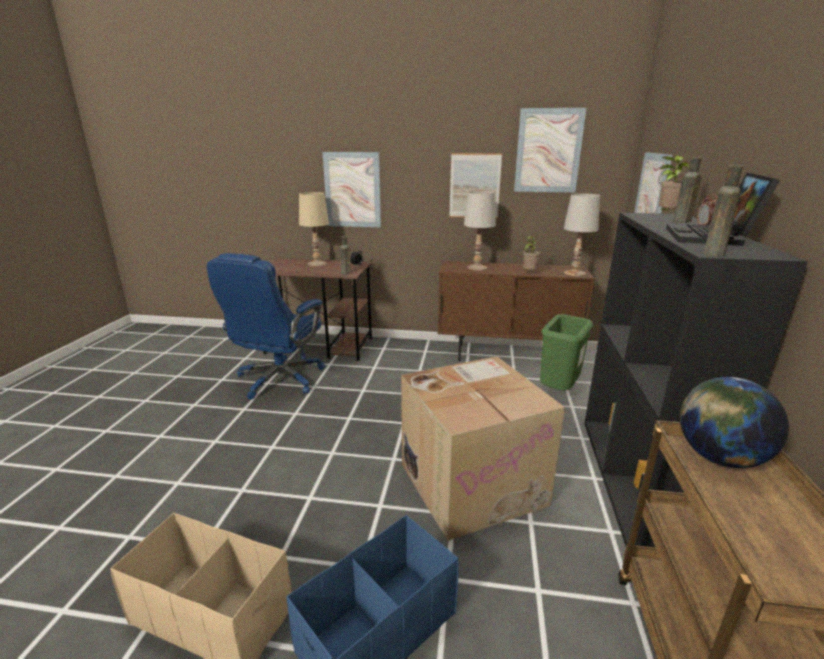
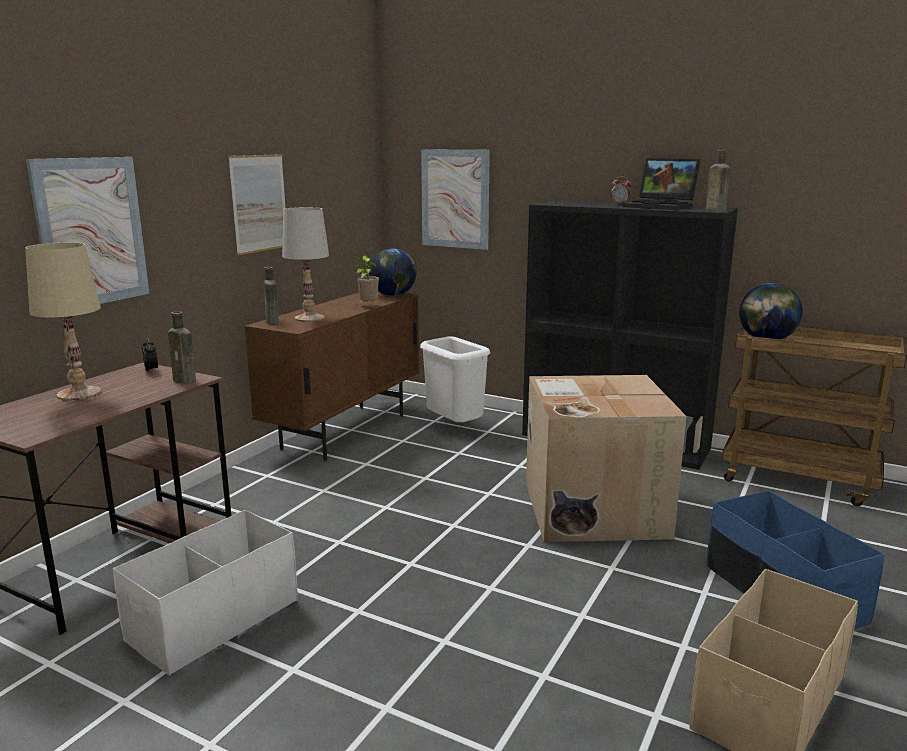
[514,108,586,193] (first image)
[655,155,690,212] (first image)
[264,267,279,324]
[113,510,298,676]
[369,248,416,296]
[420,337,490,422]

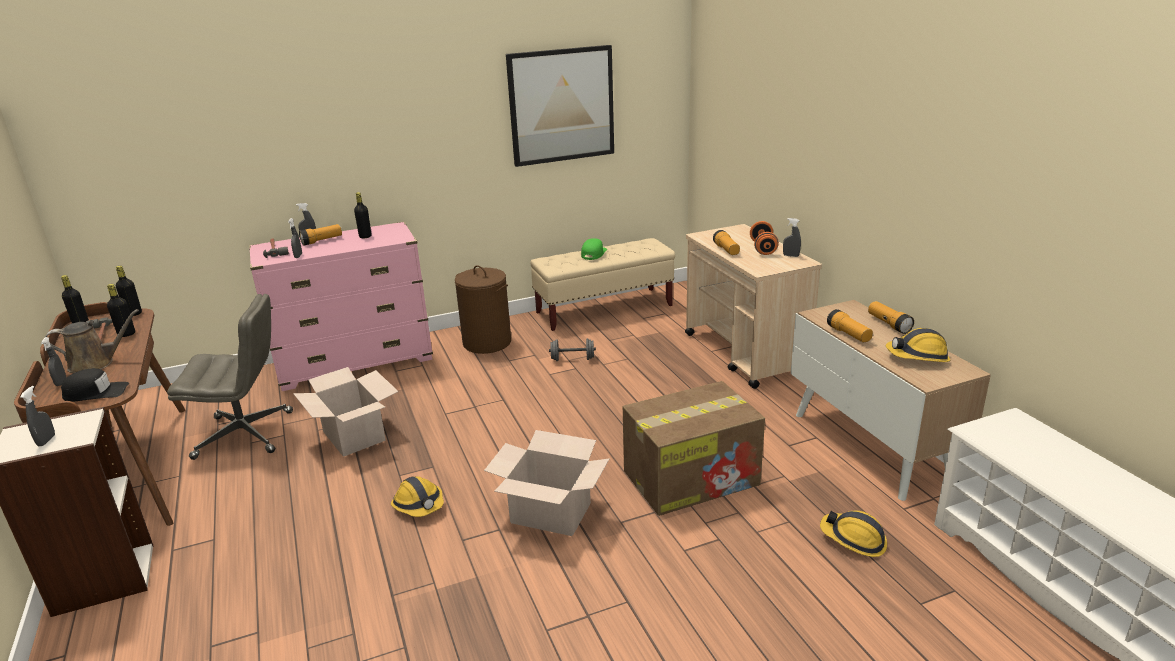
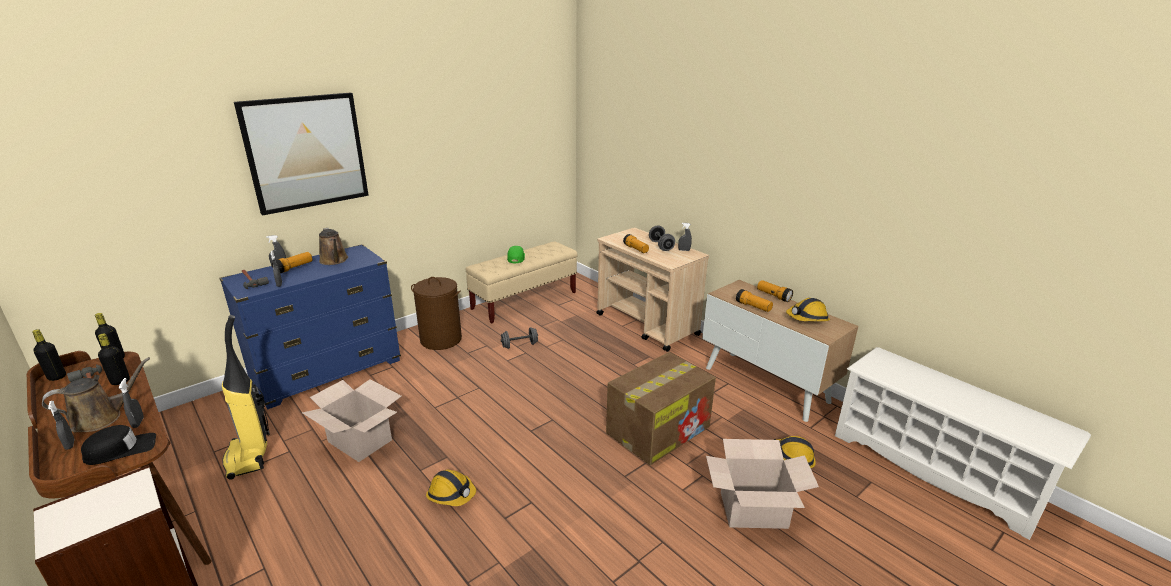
[119,378,144,428]
[706,439,819,529]
[234,93,369,216]
[222,315,270,480]
[319,228,348,265]
[220,244,401,409]
[649,225,675,251]

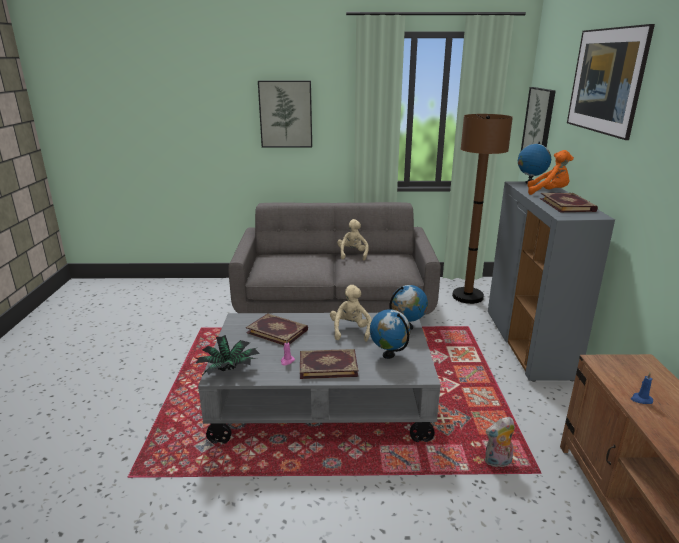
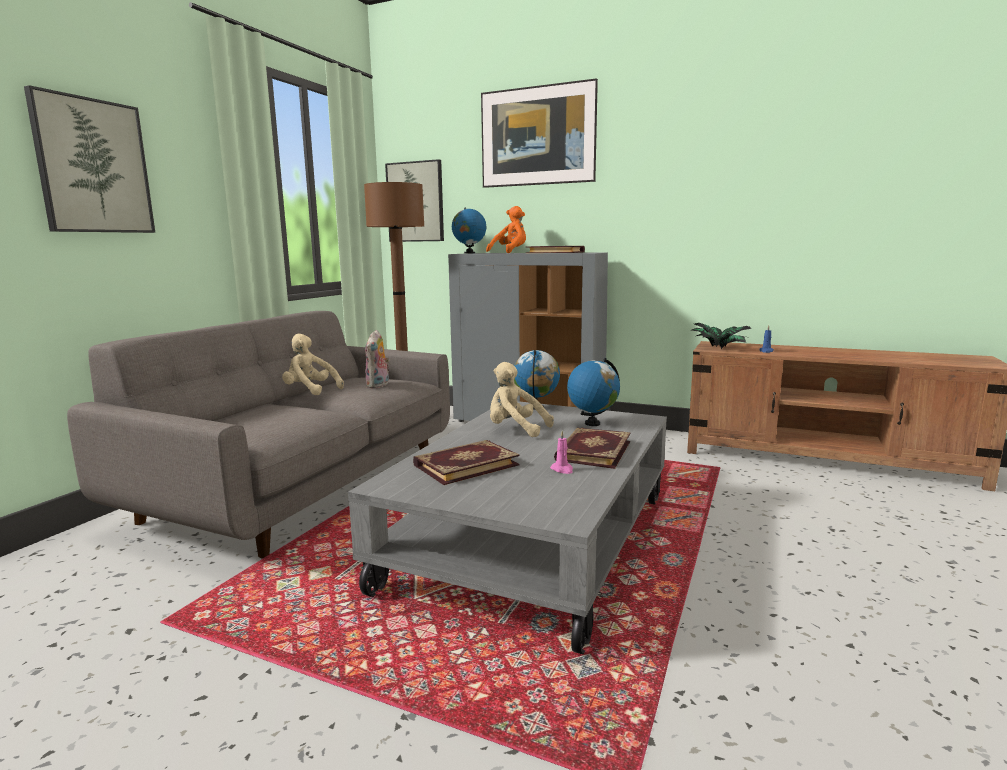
[691,323,752,349]
[365,330,390,389]

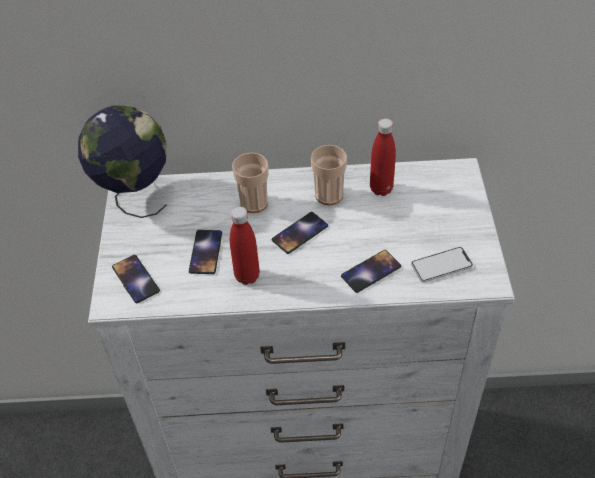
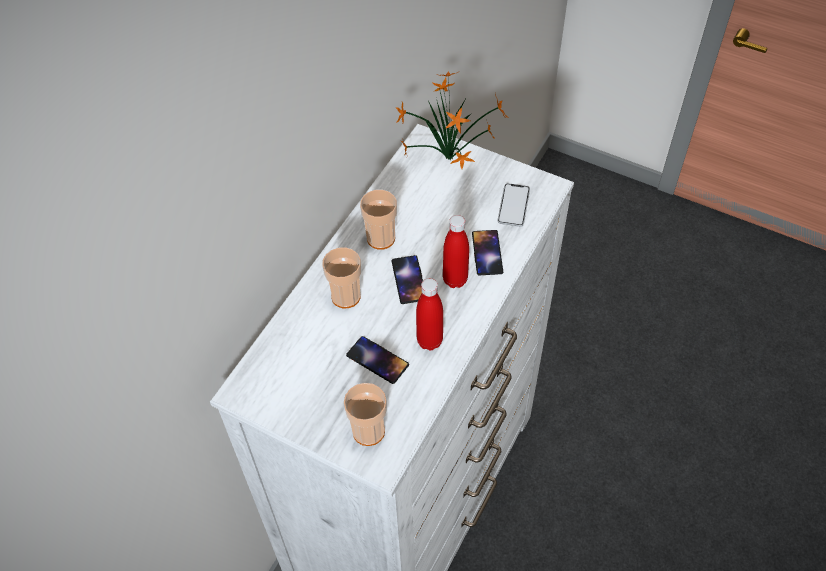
[78,105,167,218] (first image)
[395,71,509,169]
[443,215,469,288]
[344,383,387,446]

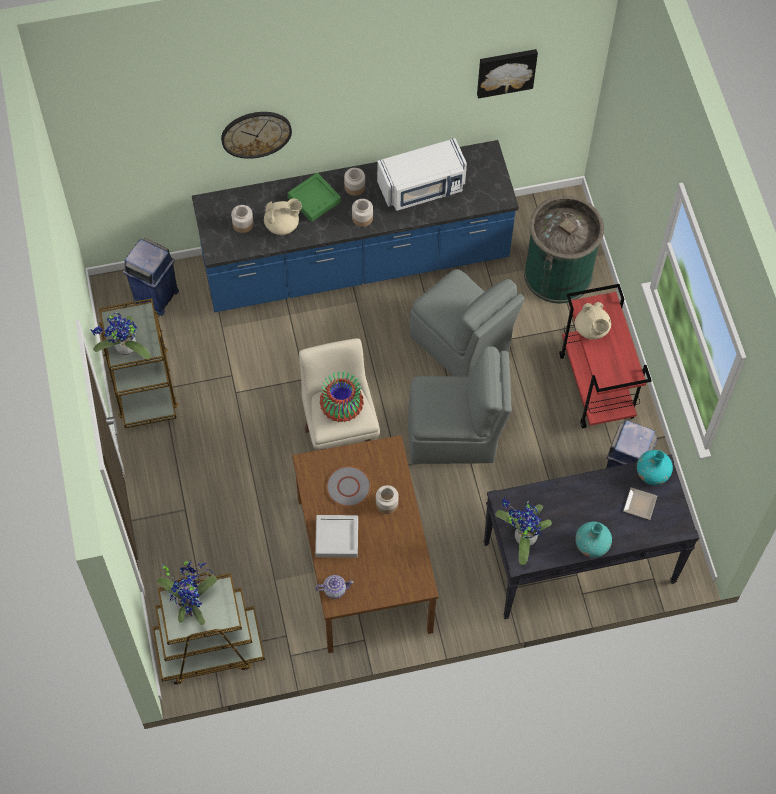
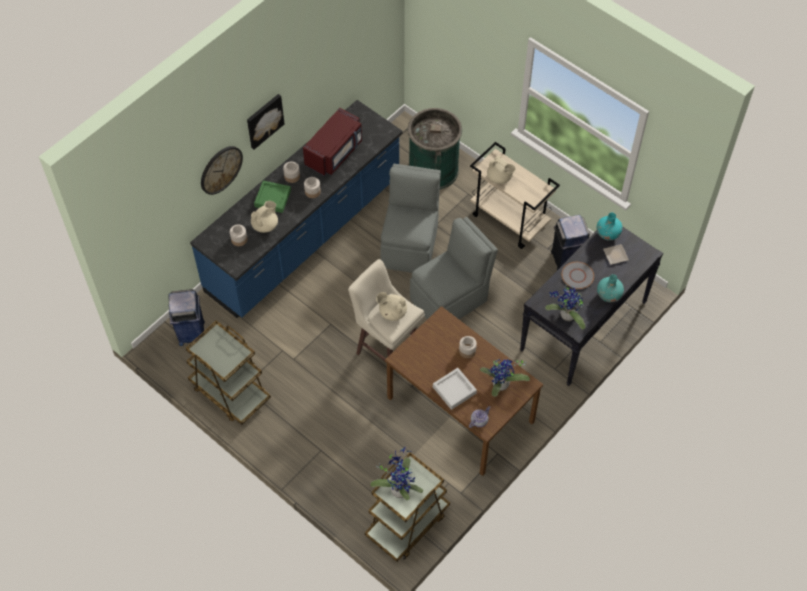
[480,359,530,397]
[562,262,594,289]
[247,94,284,149]
[376,292,407,321]
[303,108,362,176]
[470,142,560,249]
[380,164,441,273]

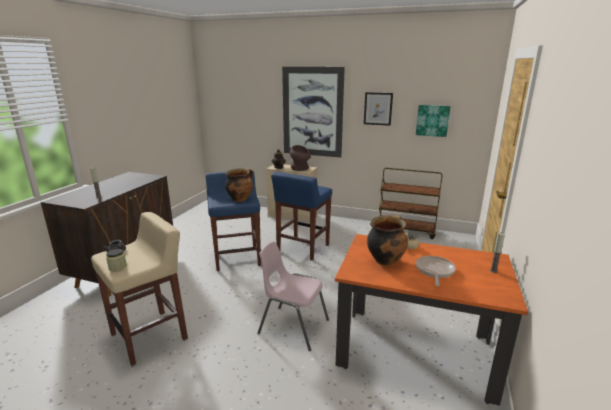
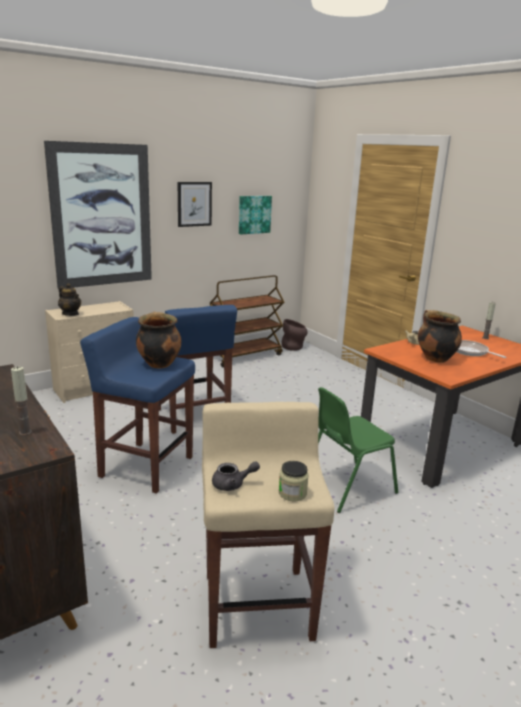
[281,319,308,351]
[318,387,398,513]

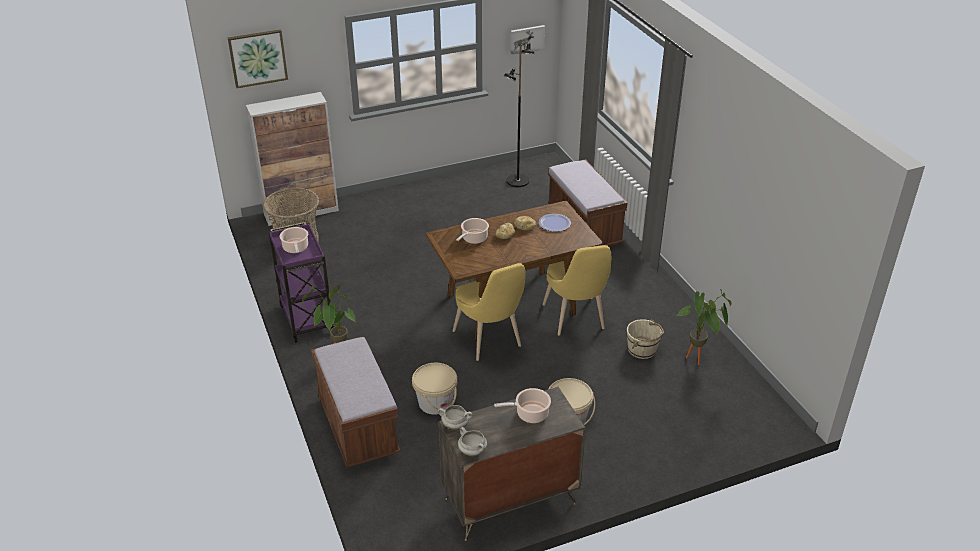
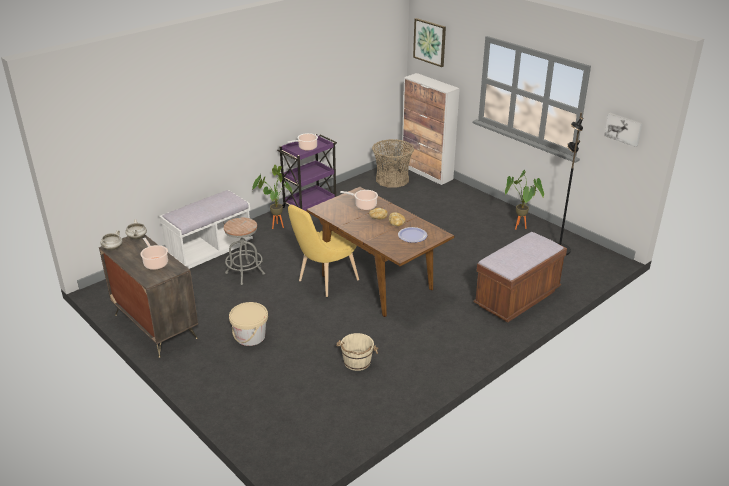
[542,245,611,336] (first image)
[505,170,544,230]
[224,218,265,285]
[159,190,253,269]

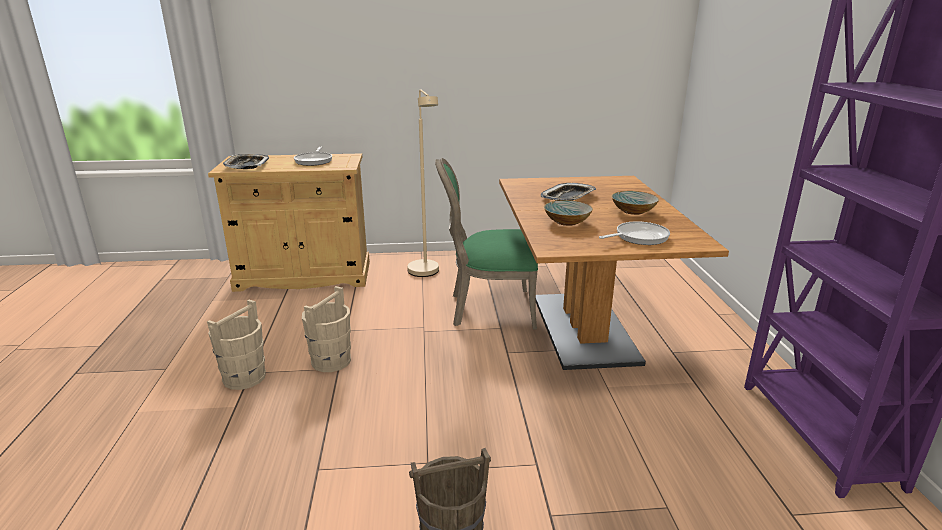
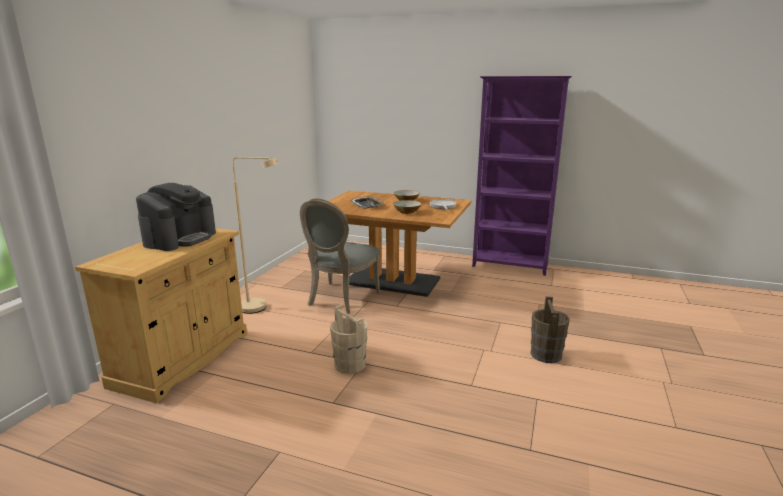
[207,300,266,390] (first image)
[223,154,269,169] (first image)
[136,183,216,251]
[300,199,380,314]

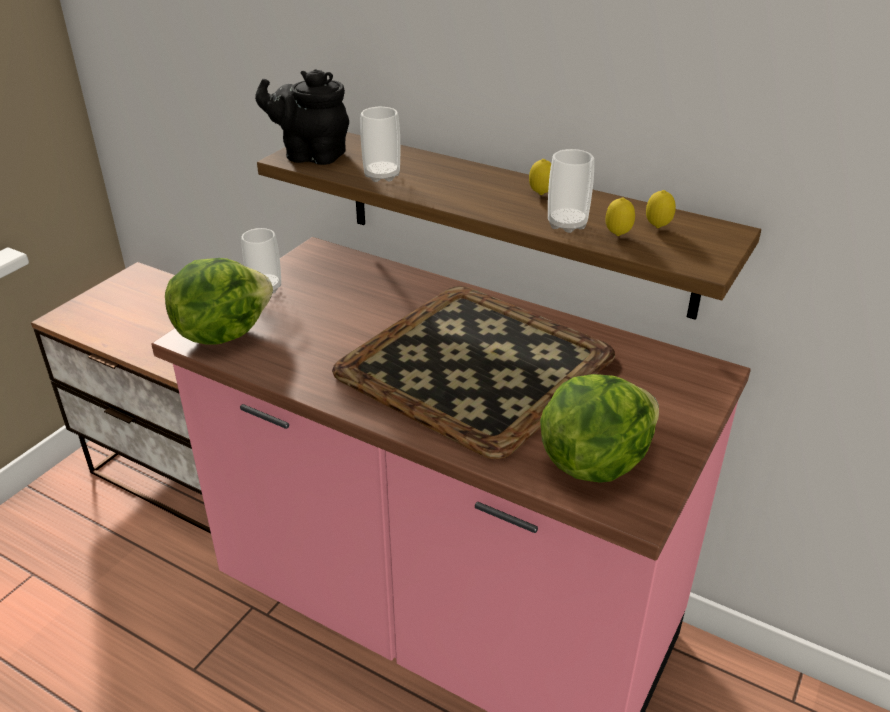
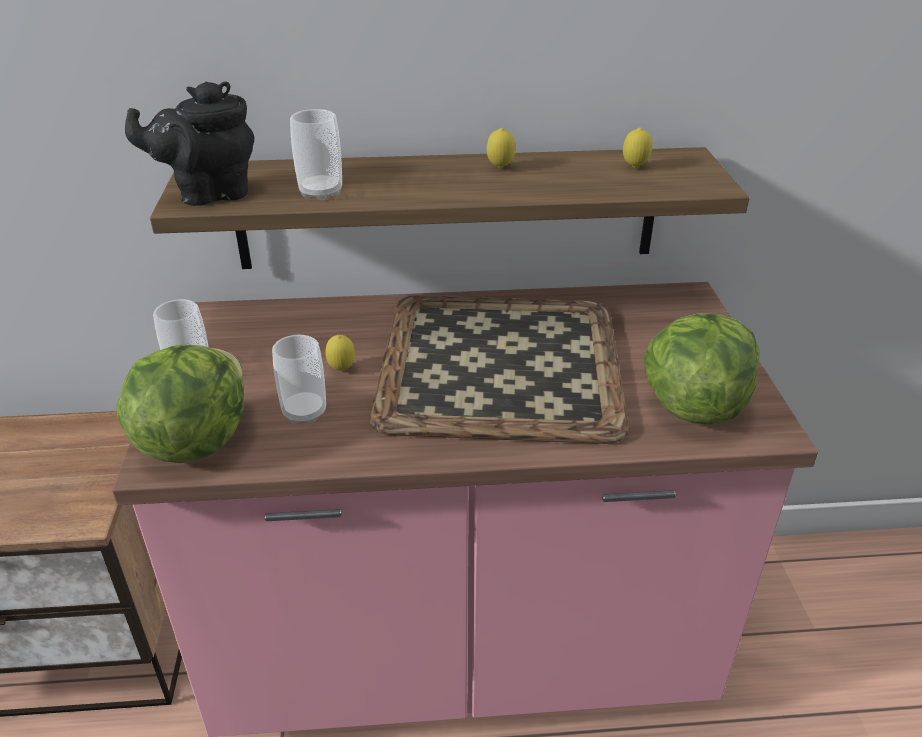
[272,334,326,424]
[325,335,355,371]

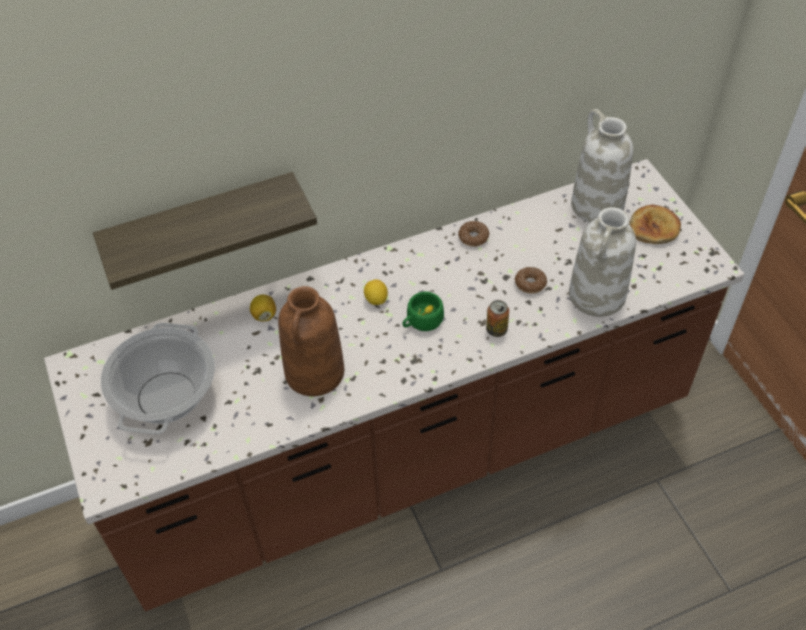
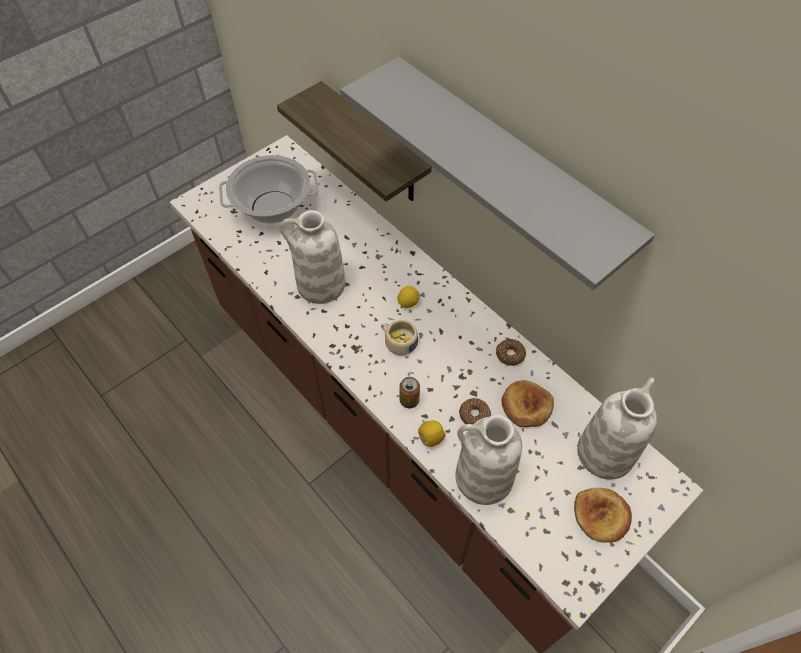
[340,57,655,290]
[501,380,554,427]
[418,420,445,447]
[280,210,346,304]
[381,320,418,355]

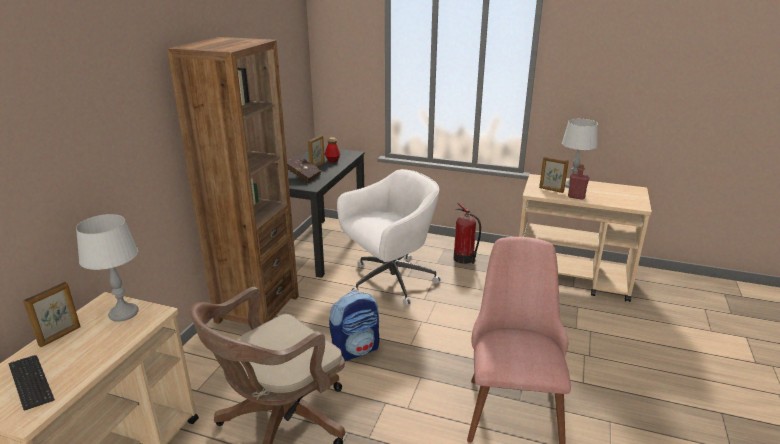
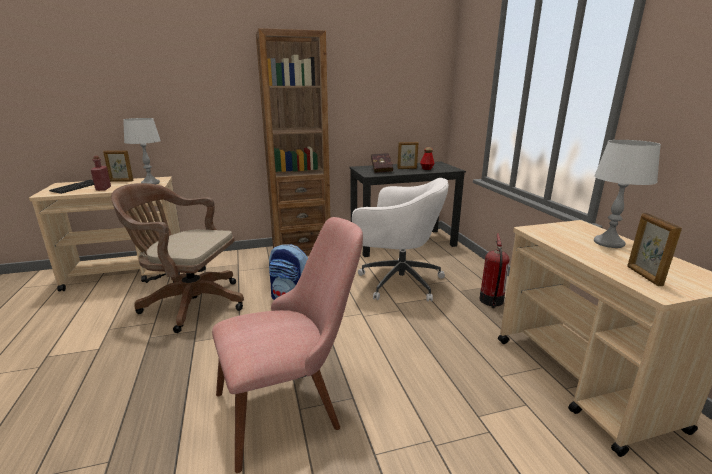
[627,213,682,286]
[91,156,111,191]

